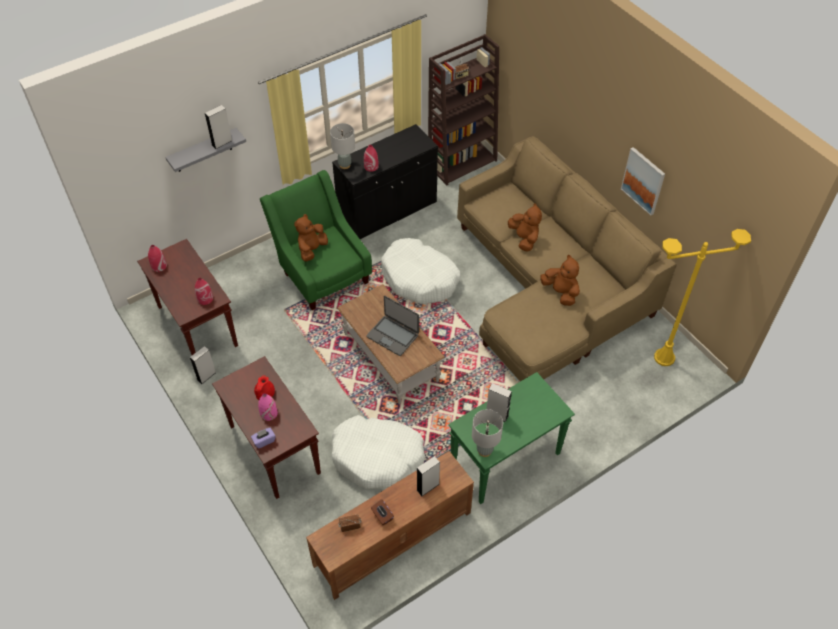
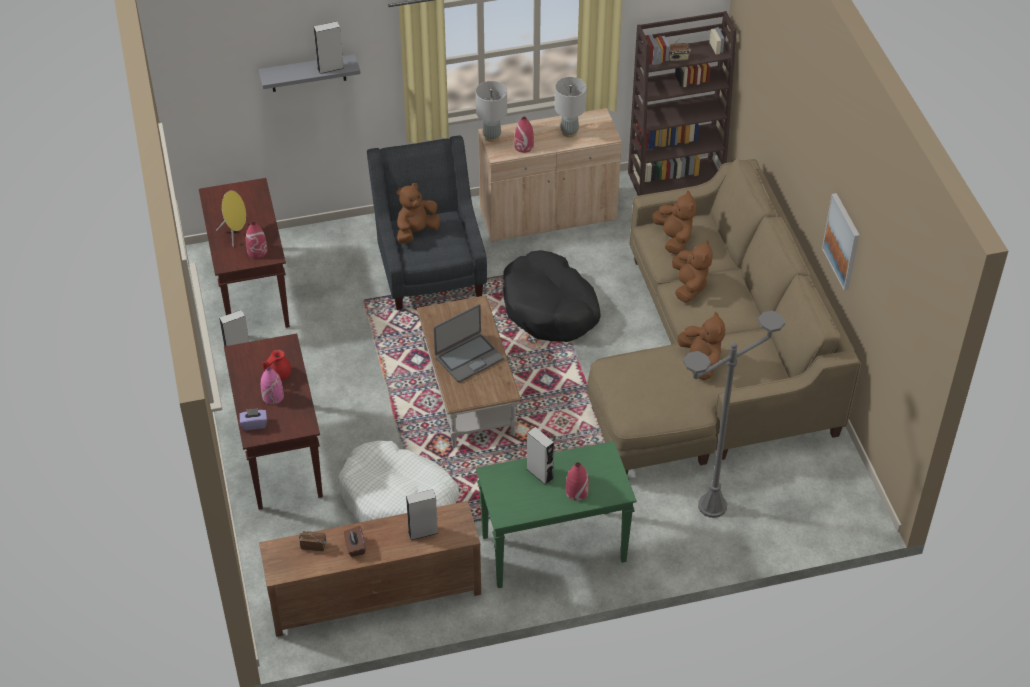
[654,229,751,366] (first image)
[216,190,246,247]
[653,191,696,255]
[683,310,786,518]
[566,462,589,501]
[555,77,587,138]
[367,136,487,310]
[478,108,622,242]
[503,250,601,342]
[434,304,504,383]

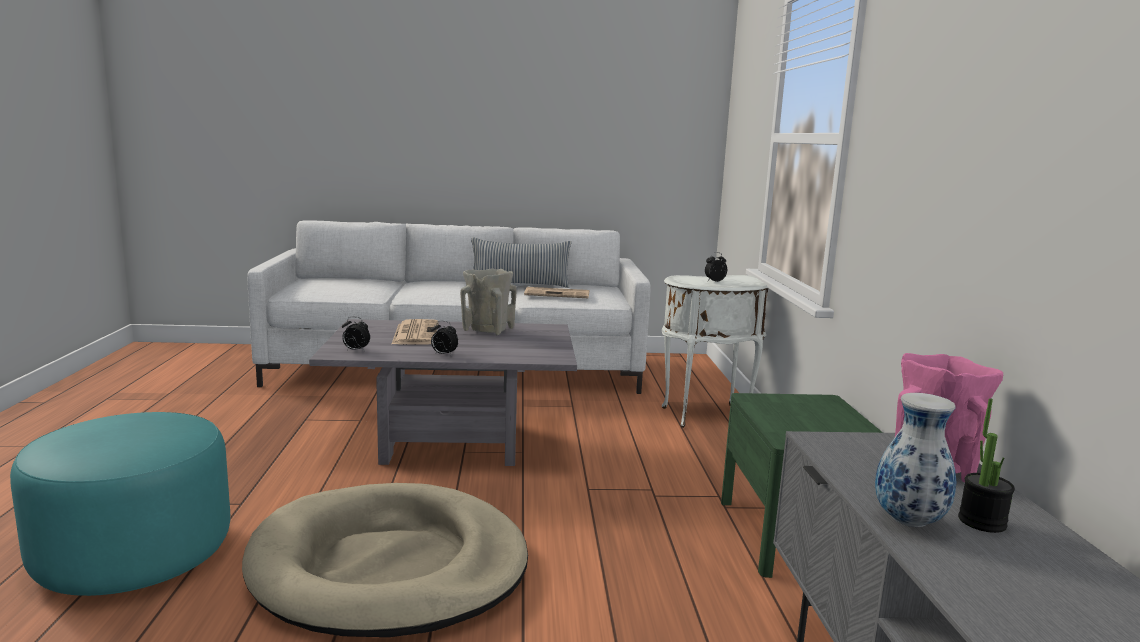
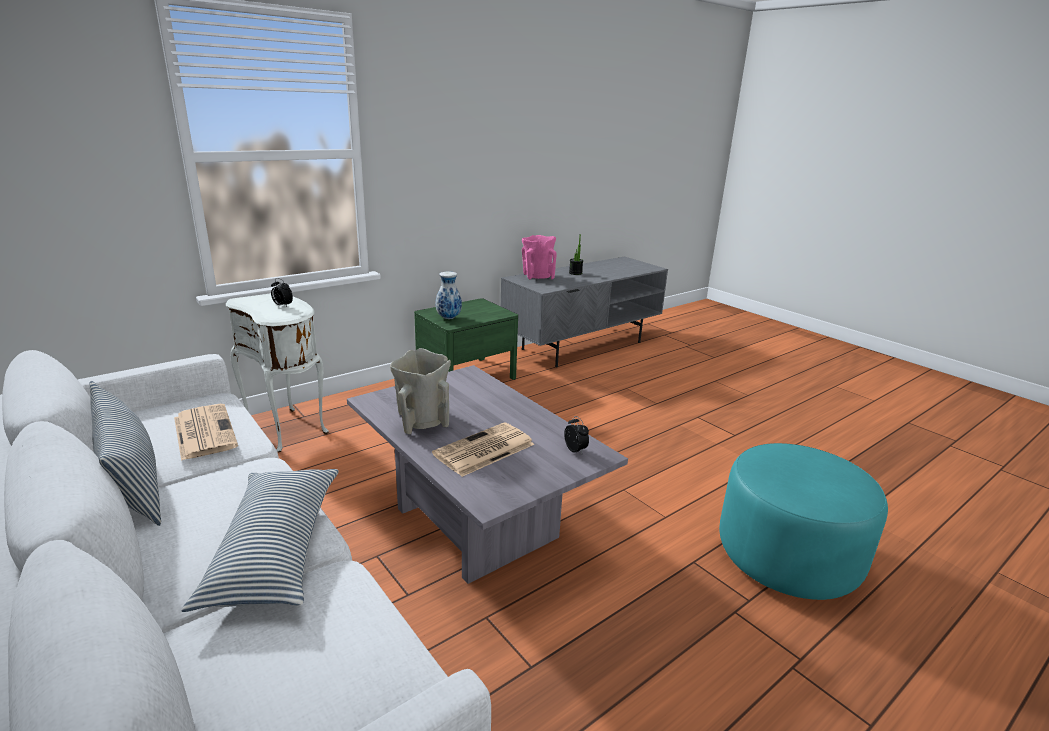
[242,483,528,637] (first image)
[431,321,458,356] (first image)
[181,469,339,612]
[436,272,462,319]

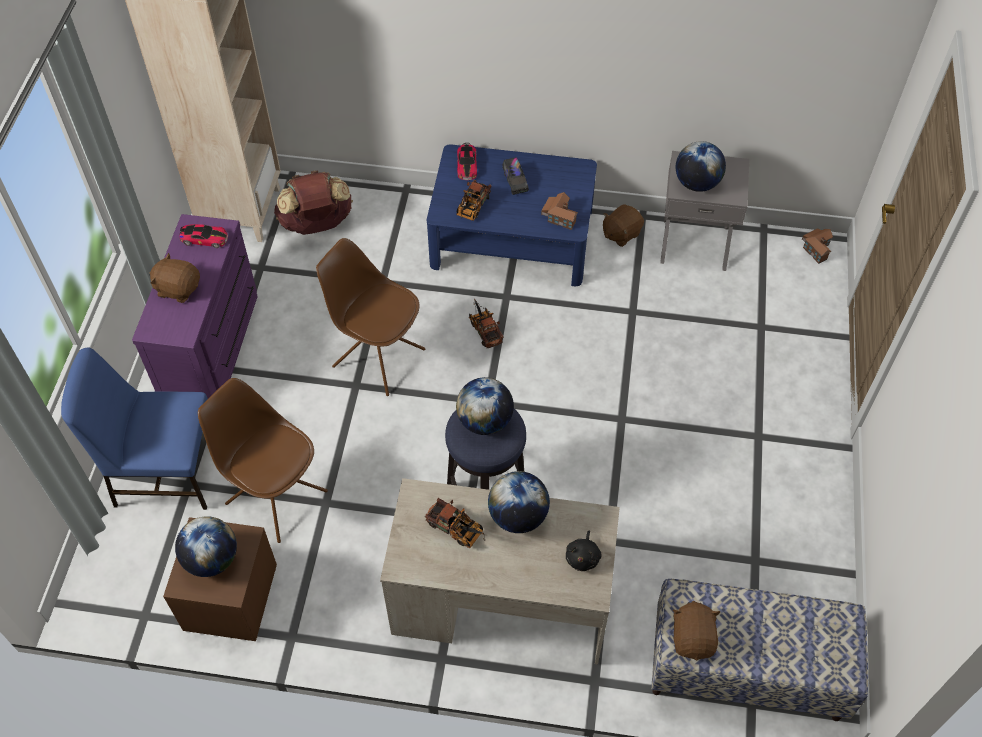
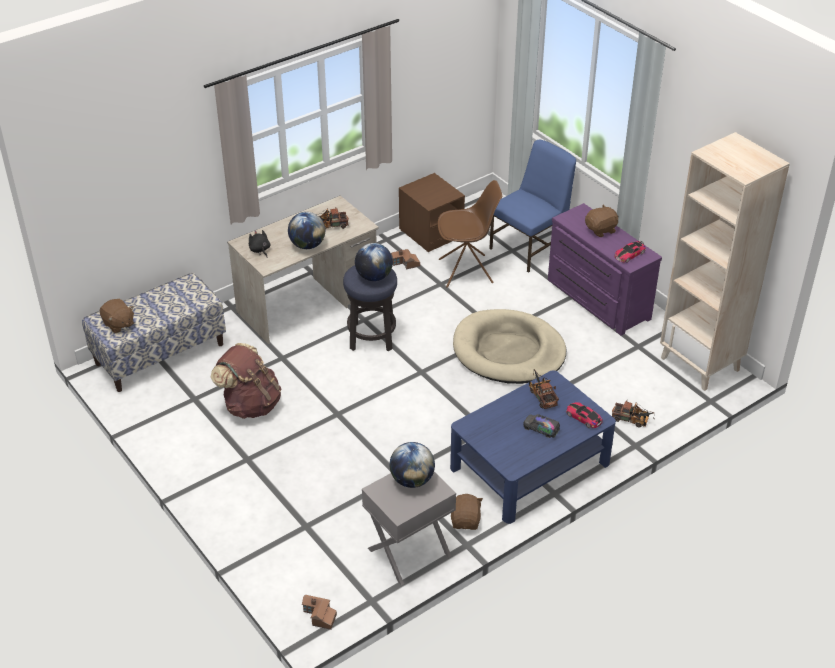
[175,516,237,577] (first image)
[211,343,281,419]
[612,401,655,427]
[391,249,420,269]
[100,299,134,333]
[453,309,566,384]

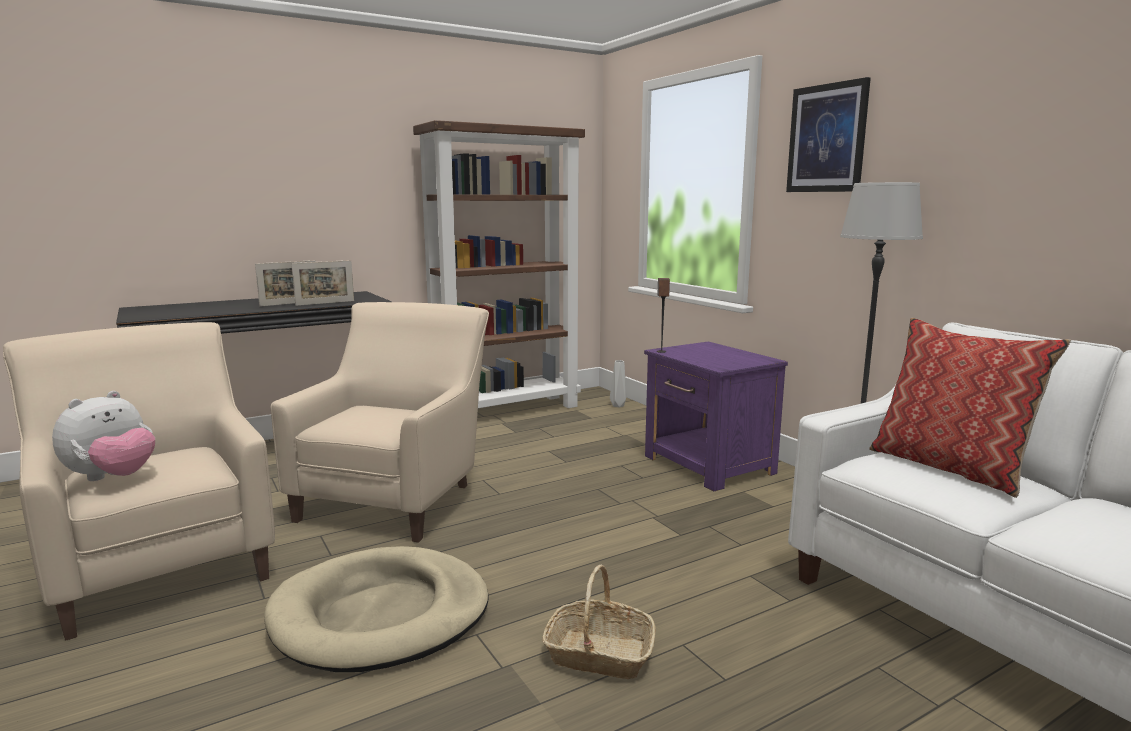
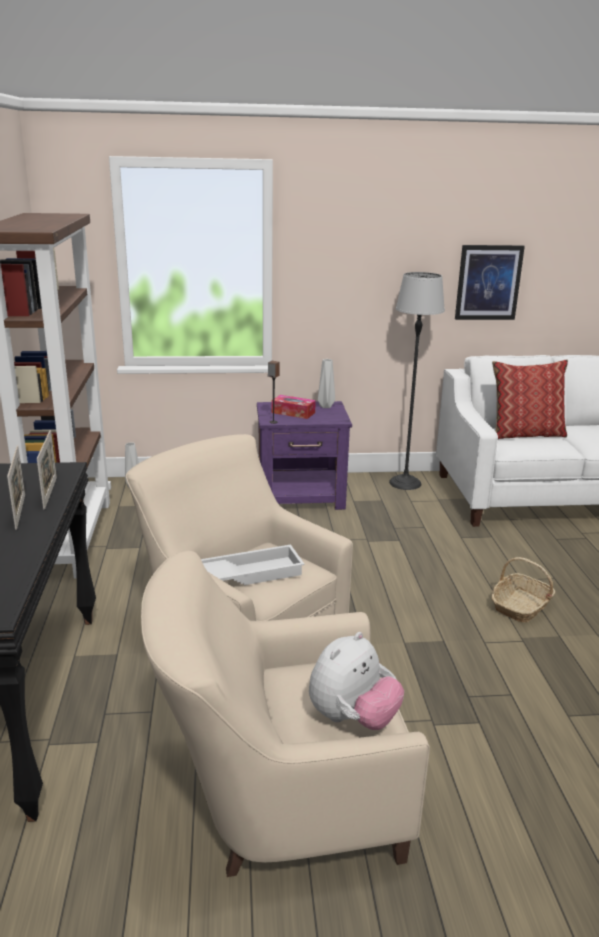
[264,546,488,672] (first image)
[201,545,305,585]
[271,395,316,419]
[318,359,335,408]
[455,245,525,320]
[309,632,404,730]

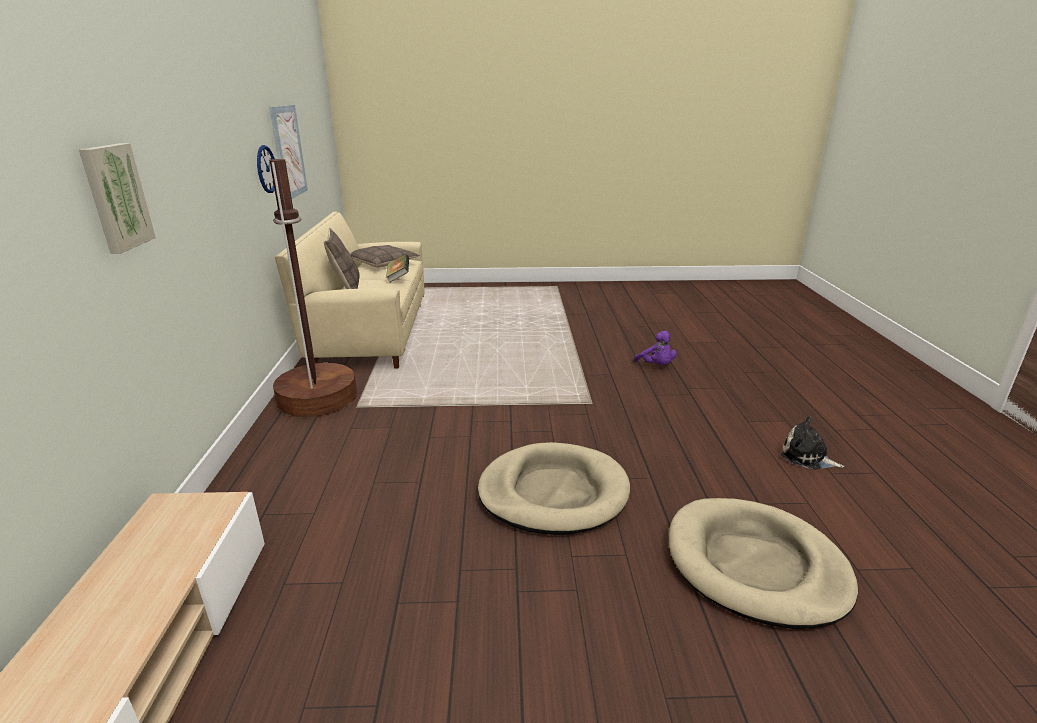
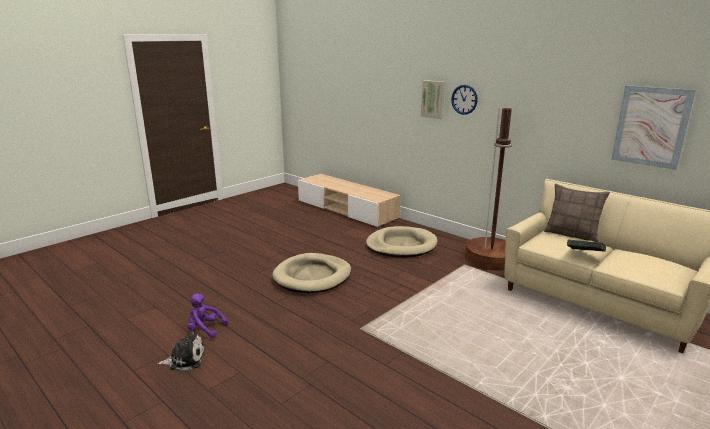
[351,245,420,268] (first image)
[451,85,478,115]
[187,294,228,338]
[366,226,437,258]

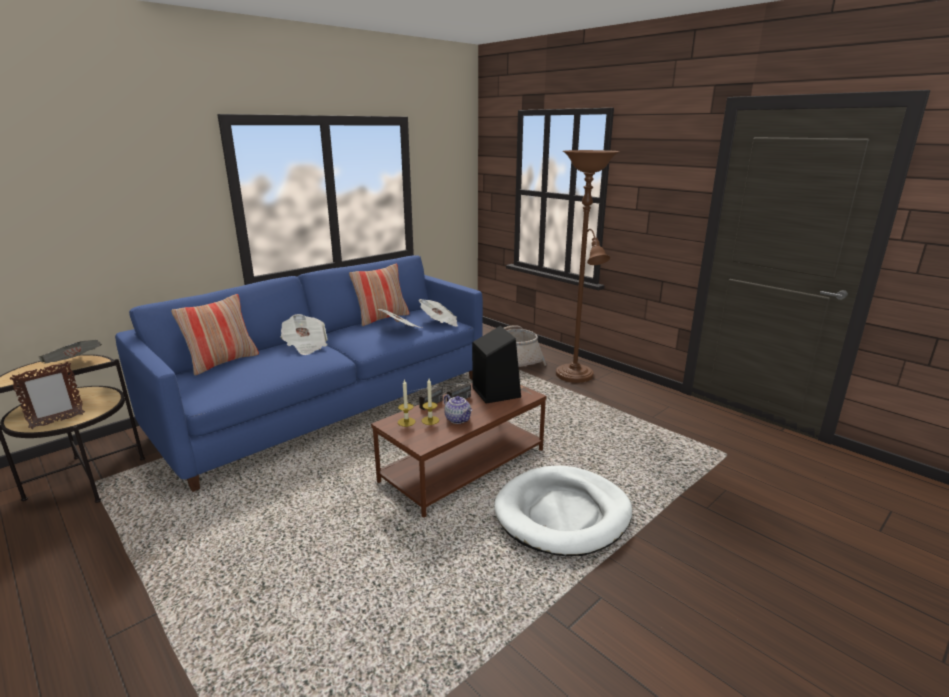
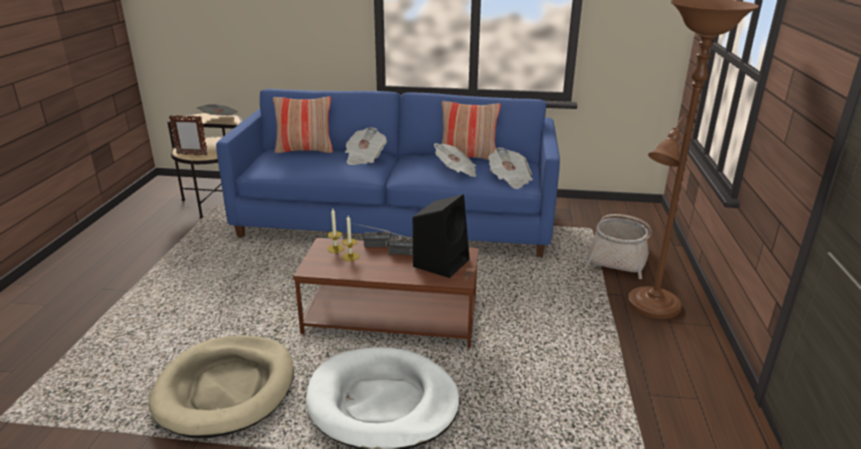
[444,394,472,424] (first image)
[149,335,294,438]

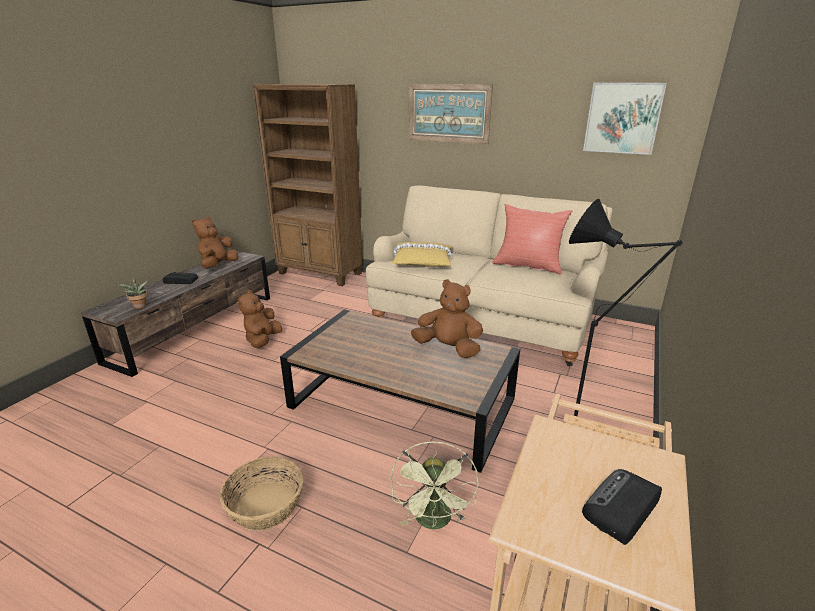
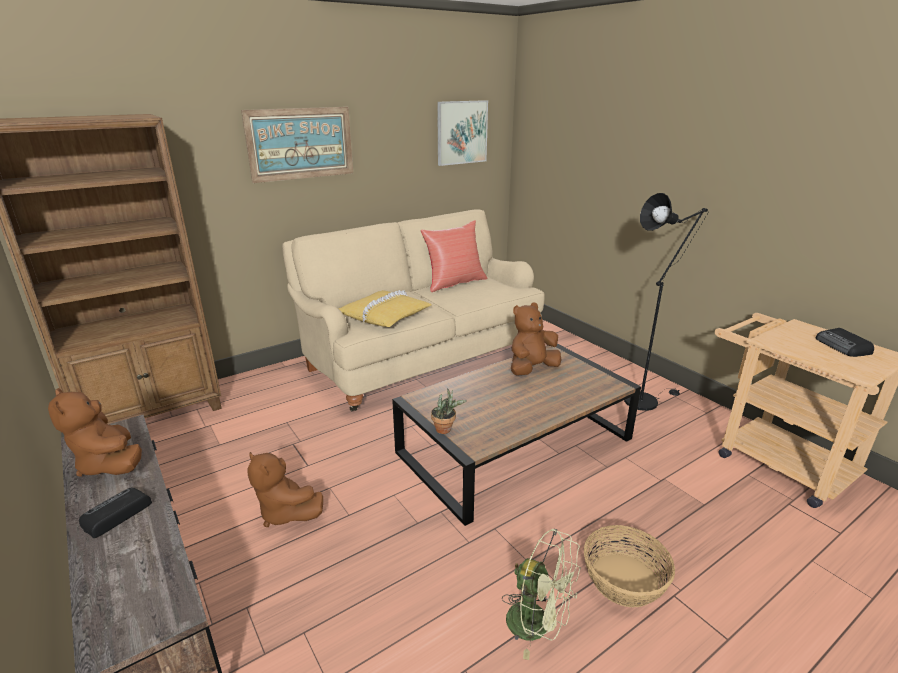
[431,388,467,434]
[502,529,581,660]

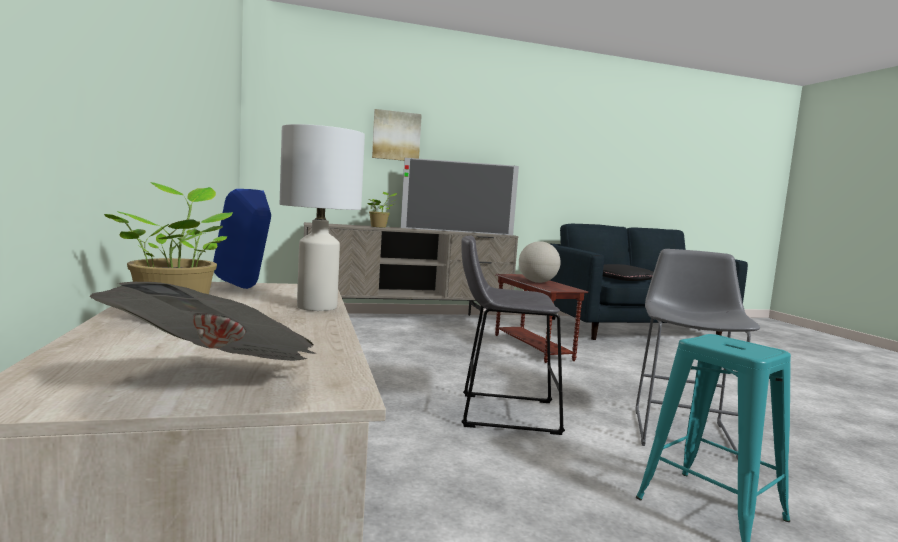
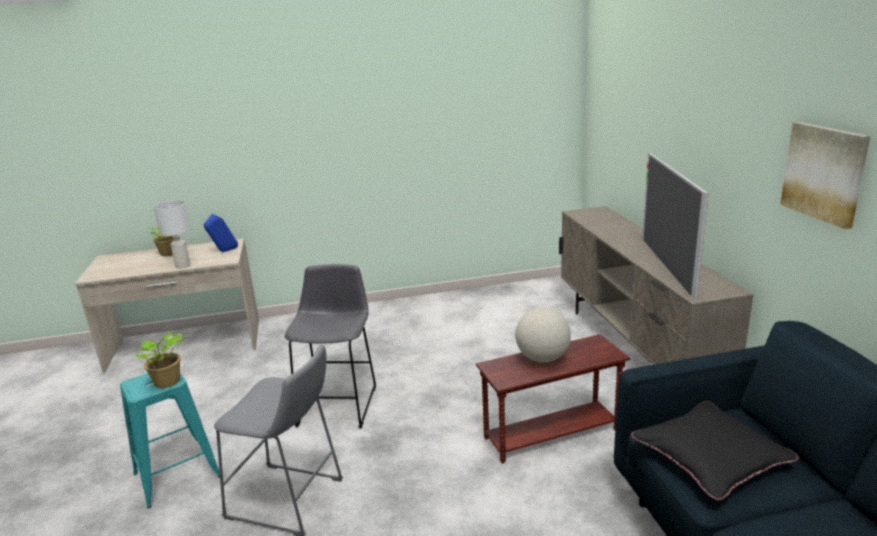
[90,282,316,361] (first image)
[136,332,186,388]
[780,122,871,229]

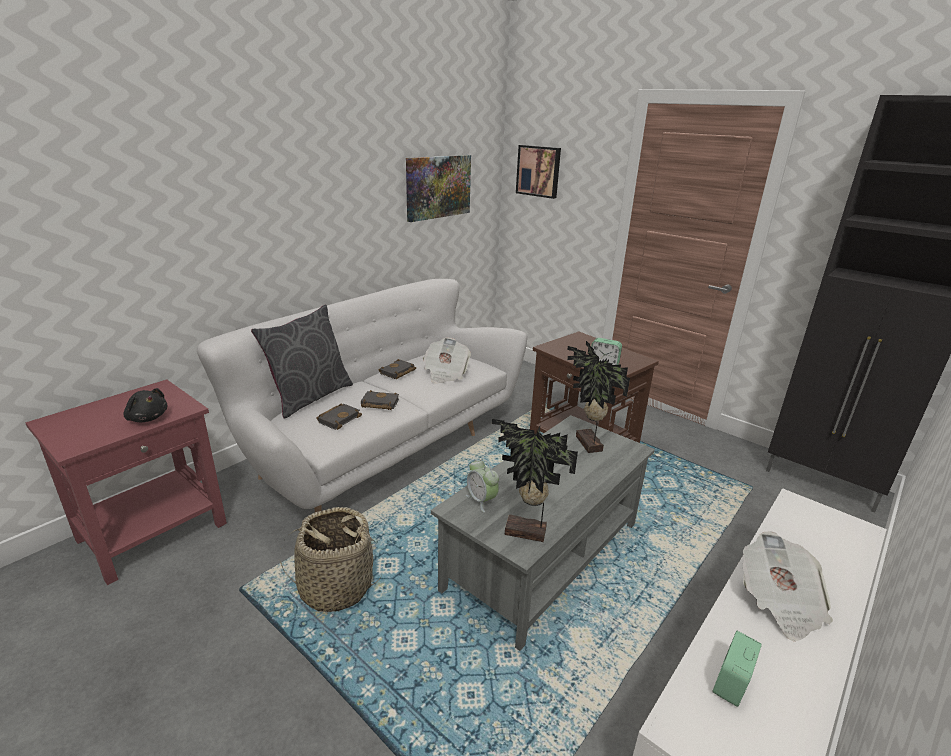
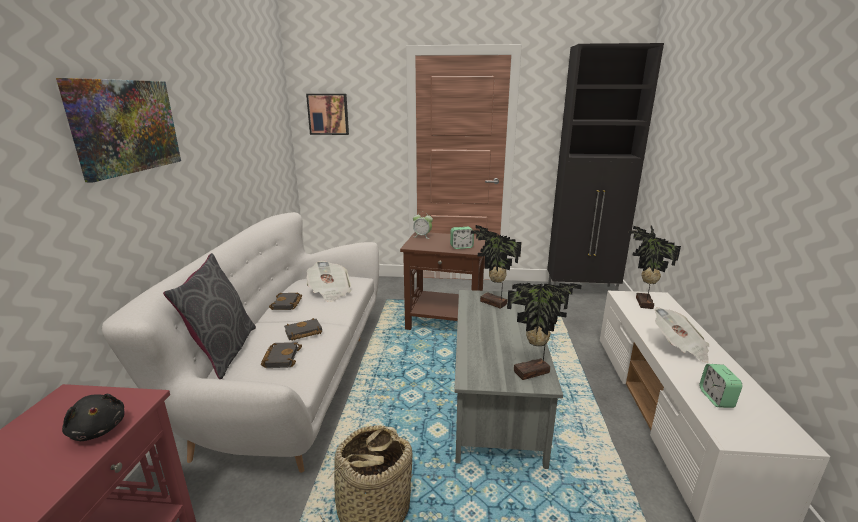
[629,226,681,309]
[56,78,181,182]
[413,212,433,239]
[62,394,124,441]

